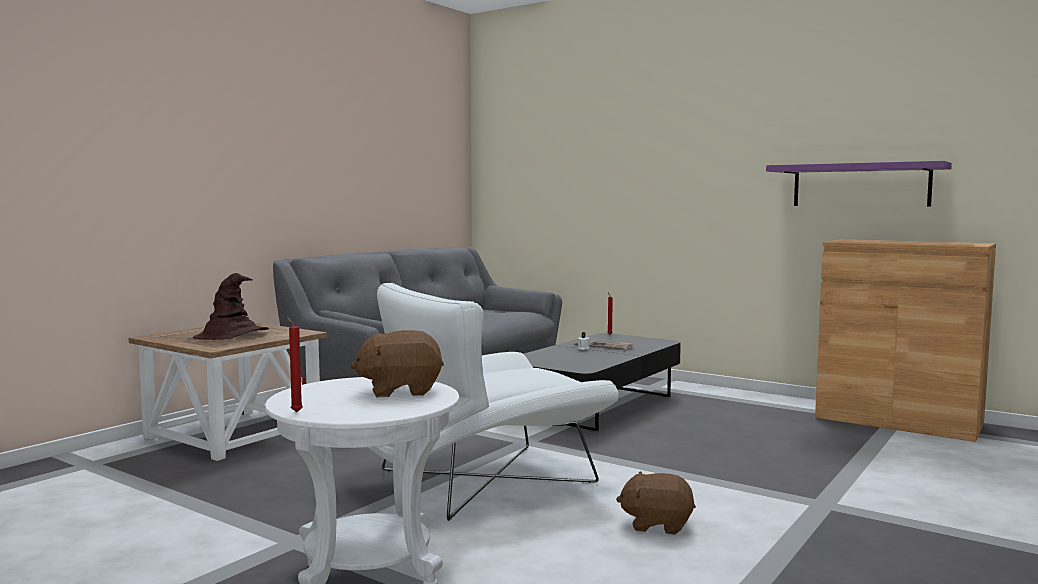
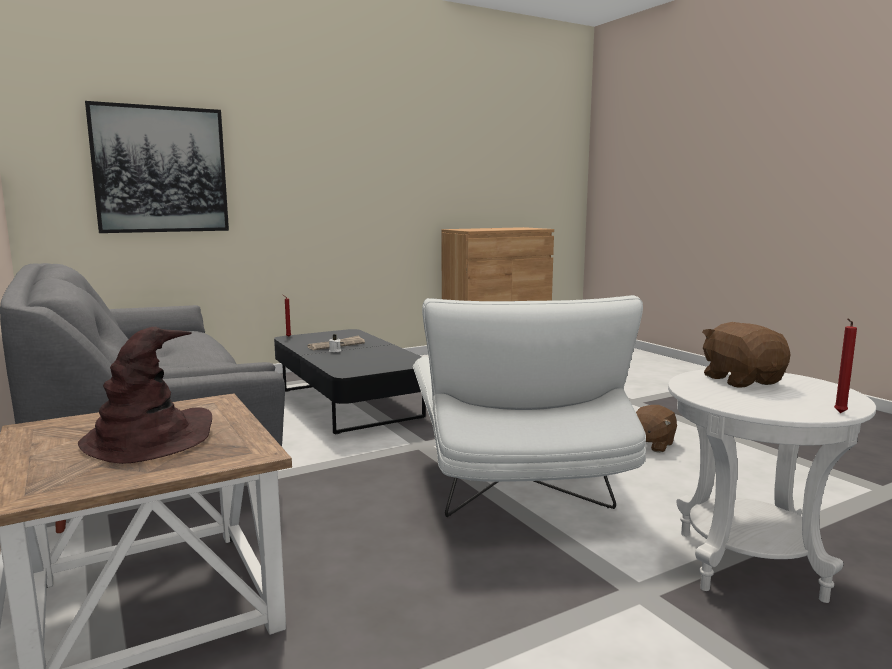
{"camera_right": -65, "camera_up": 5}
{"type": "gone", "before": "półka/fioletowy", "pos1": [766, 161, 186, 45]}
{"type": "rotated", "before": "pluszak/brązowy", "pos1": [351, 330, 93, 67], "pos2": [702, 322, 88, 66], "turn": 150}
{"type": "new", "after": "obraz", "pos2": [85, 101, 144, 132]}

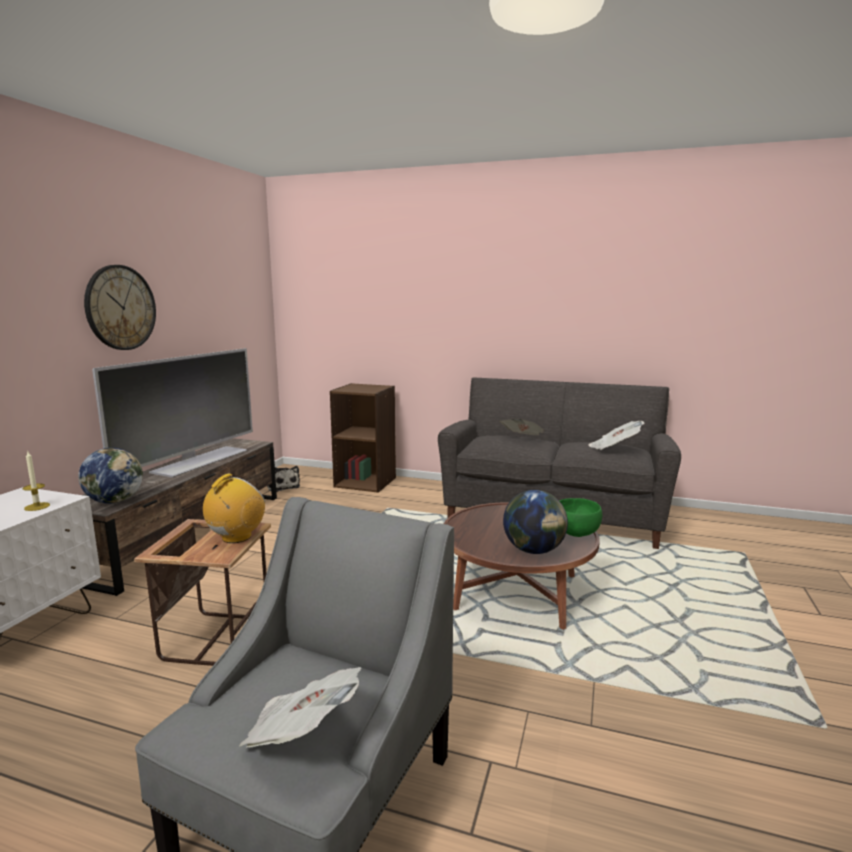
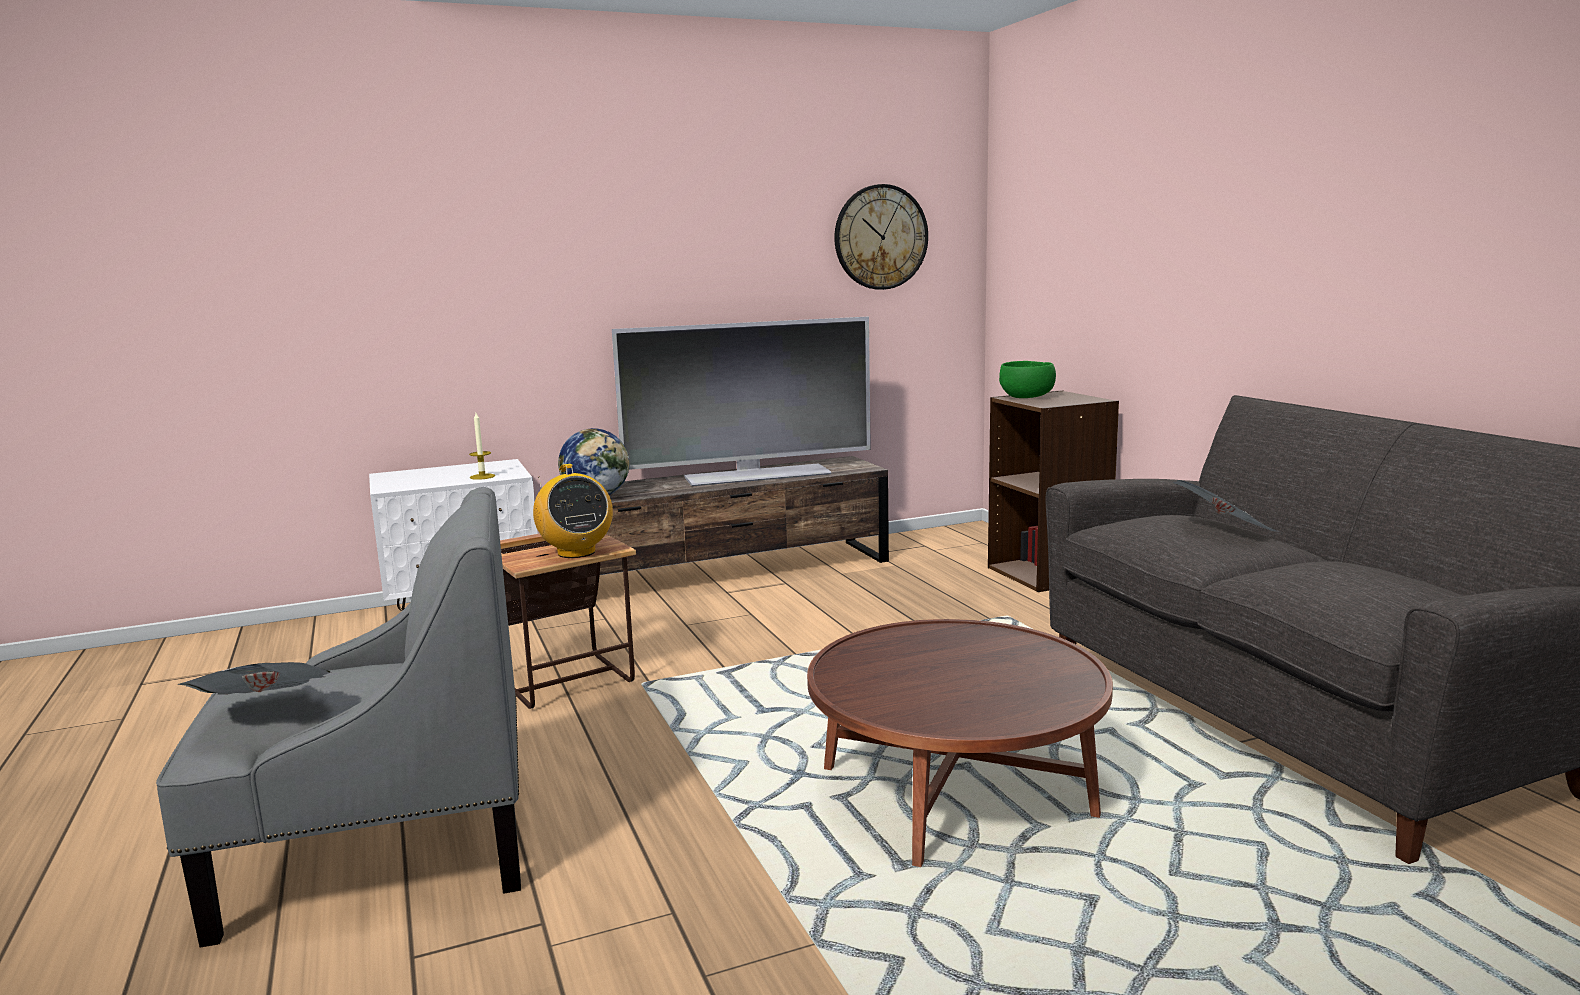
{"camera_right": 50, "camera_up": 0}
{"type": "shifted", "before": "zegar ścienny", "pos1": [84, 265, 72, 85], "pos2": [834, 184, 94, 106]}
{"type": "gone", "before": "gazeta", "pos1": [588, 421, 57, 29]}
{"type": "gone", "before": "pluszak", "pos1": [267, 466, 33, 26]}
{"type": "rotated", "before": "radio", "pos1": [203, 473, 62, 70], "pos2": [533, 464, 80, 94], "turn": 75}
{"type": "gone", "before": "globus", "pos1": [503, 490, 65, 64]}
{"type": "shifted", "before": "miska/zielony", "pos1": [559, 498, 43, 39], "pos2": [999, 361, 57, 37]}

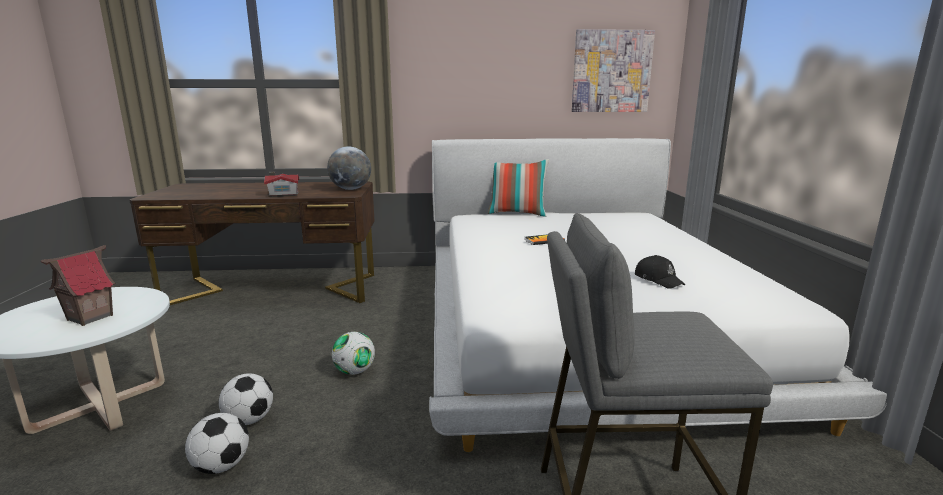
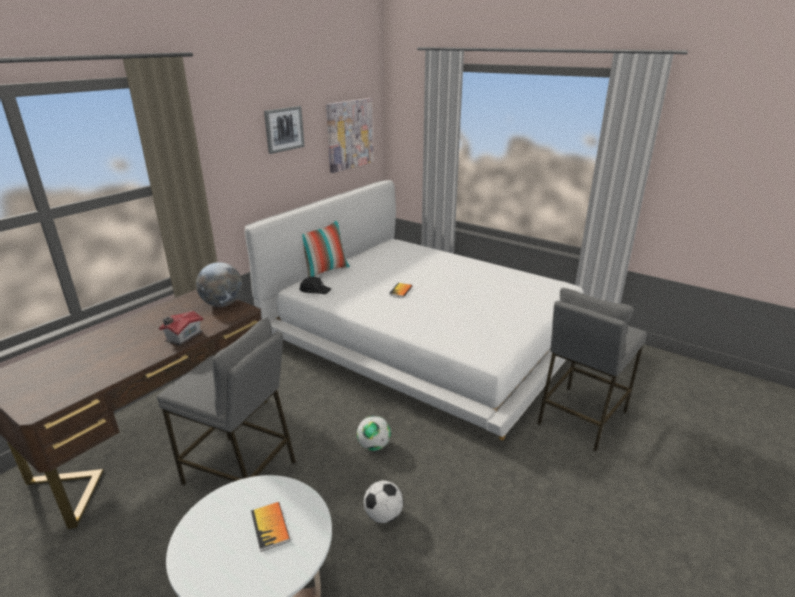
{"camera_right": -50, "camera_up": 10}
{"type": "swapped", "before": "domek", "after": "książka", "pos1": [41, 245, 75, 81], "pos2": [251, 502, 39, 50]}
{"type": "shifted", "before": "czapka z daszkiem/czarny", "pos1": [635, 255, 50, 34], "pos2": [299, 277, 33, 17]}
{"type": "gone", "before": "piłka futbolowa", "pos1": [185, 413, 64, 61]}
{"type": "new", "after": "obraz", "pos2": [264, 106, 41, 48]}
{"type": "new", "after": "stołek/szary", "pos2": [157, 318, 139, 167]}

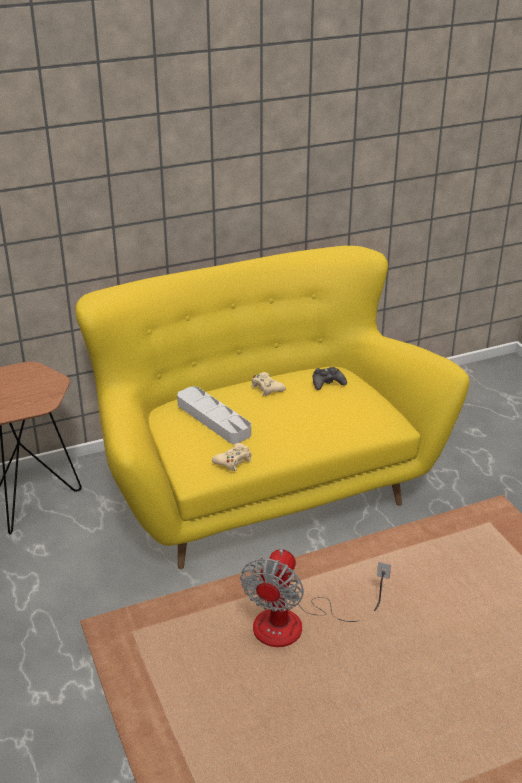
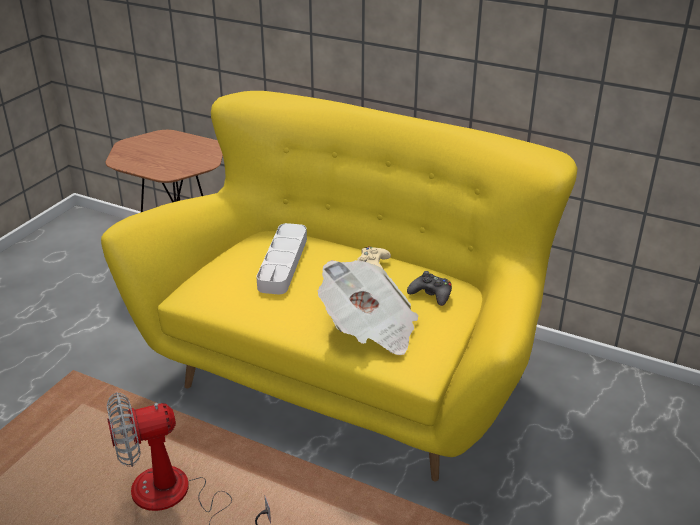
{"camera_right": 50, "camera_up": 0}
{"type": "gone", "before": "pad do gier/beżowy", "pos1": [212, 443, 39, 28]}
{"type": "new", "after": "gazeta", "pos2": [318, 260, 100, 95]}

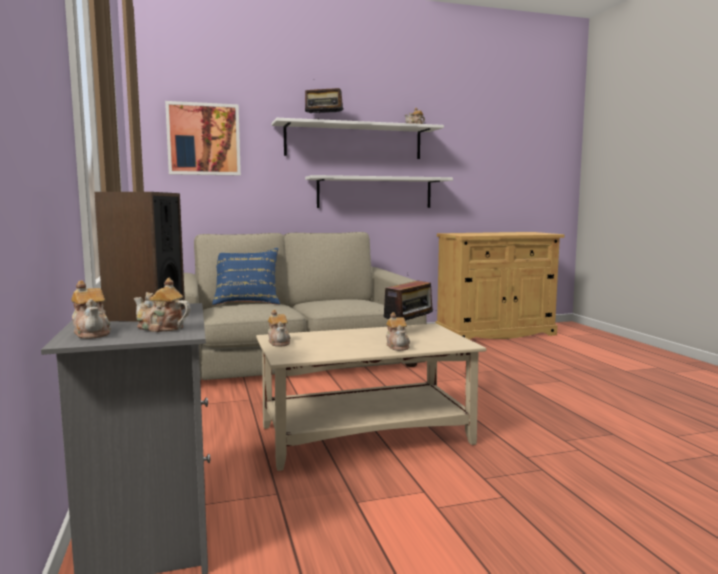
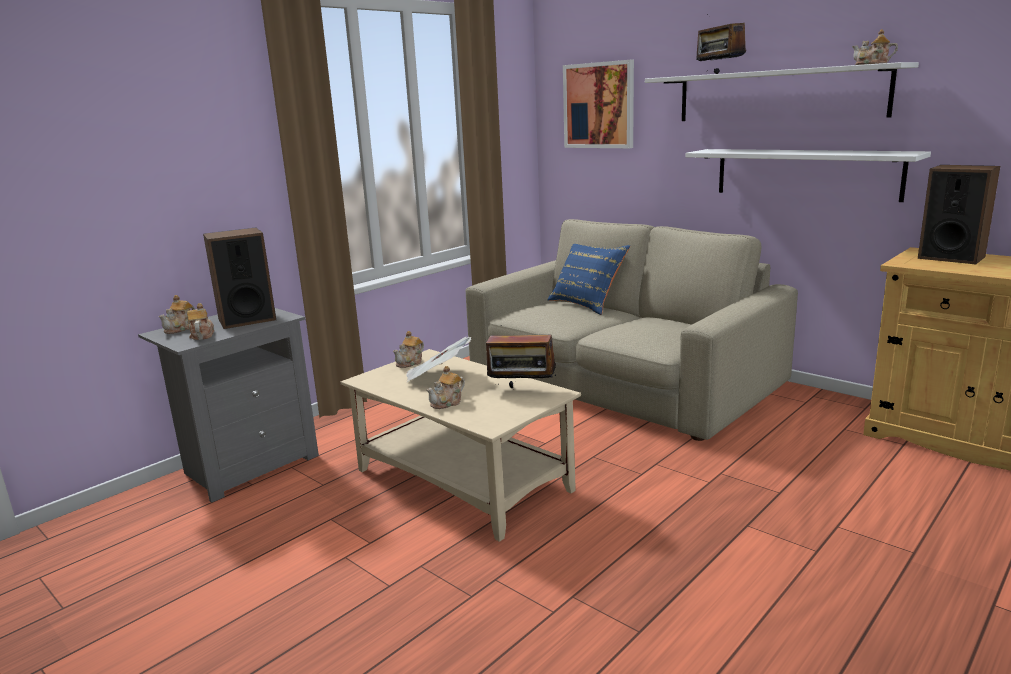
{"camera_right": 60, "camera_up": 10}
{"type": "new", "after": "głośnik", "pos2": [918, 165, 82, 99]}
{"type": "new", "after": "gazeta", "pos2": [406, 337, 65, 45]}

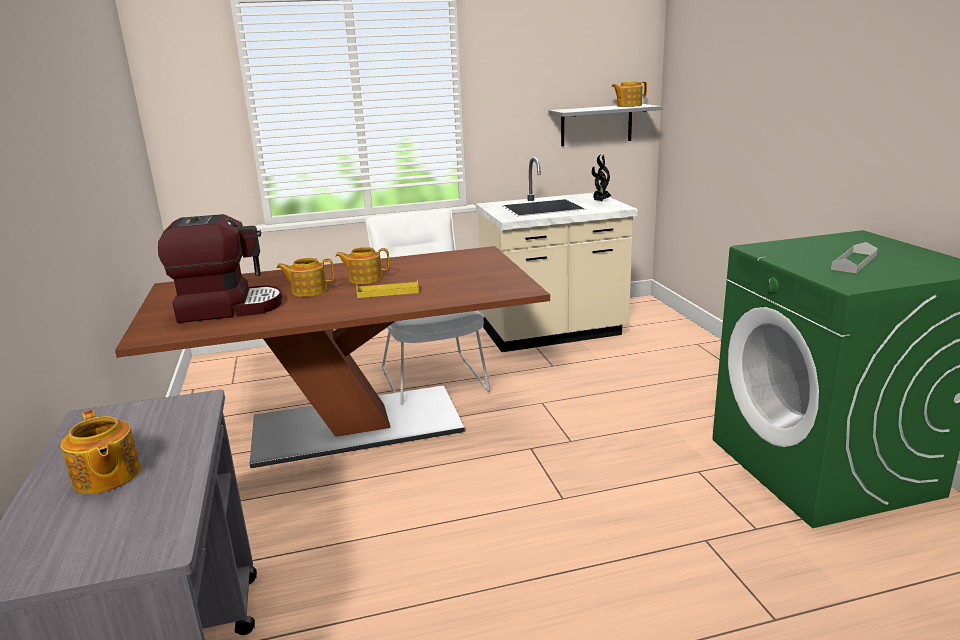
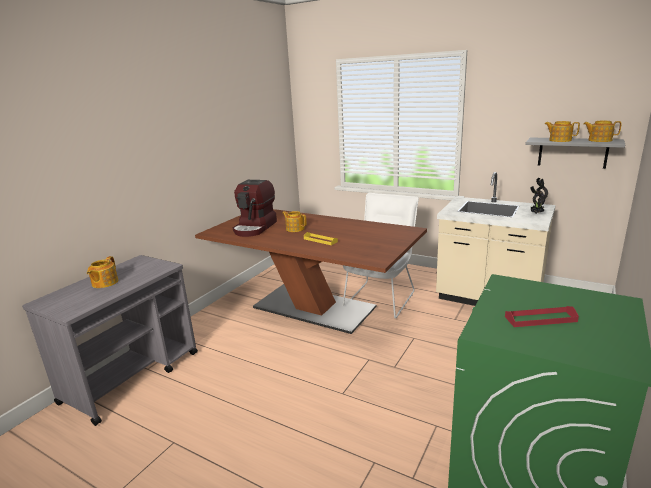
{"camera_right": 45, "camera_up": 0}
{"type": "rotated", "before": "ekspres do kawy", "pos1": [158, 214, 124, 109], "pos2": [233, 180, 44, 57], "turn": 75}
{"type": "repainted", "before": "taca/szary", "after": "taca/czerwony", "pos1": [831, 242, 47, 31], "pos2": [505, 306, 74, 21]}
{"type": "shifted", "before": "imbryk", "pos1": [335, 247, 55, 37], "pos2": [545, 121, 35, 21]}

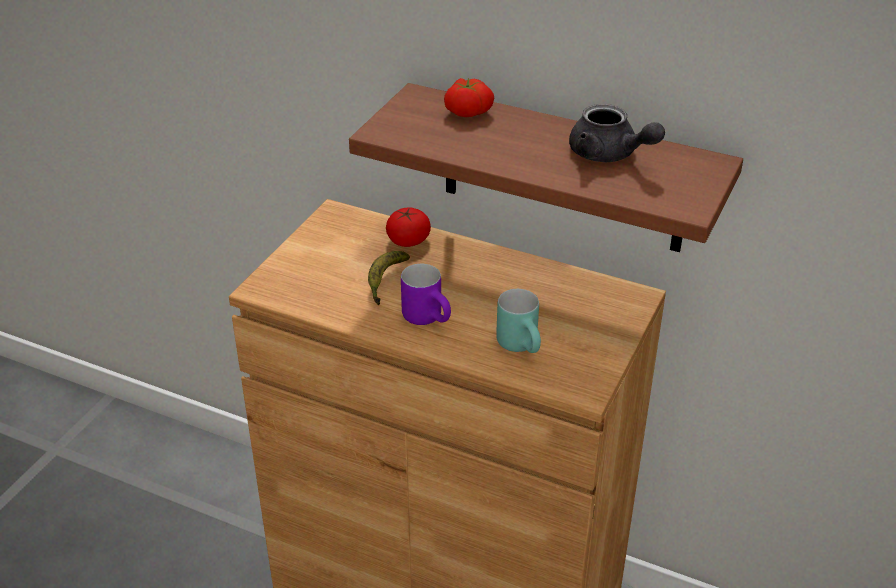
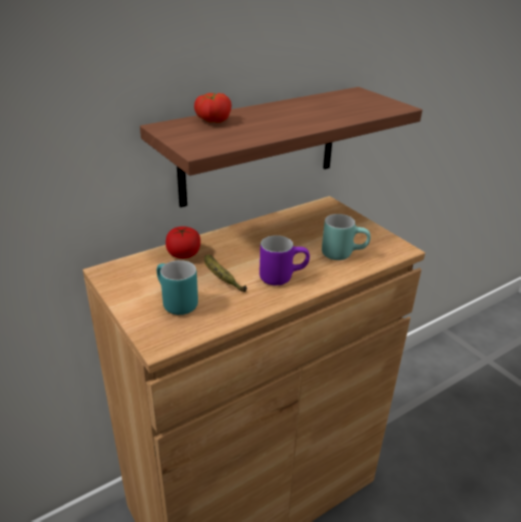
{"camera_right": -60, "camera_up": -5}
{"type": "gone", "before": "imbryk/szary", "pos1": [569, 104, 96, 58]}
{"type": "new", "after": "kubek/turkusowy", "pos2": [157, 260, 41, 55]}

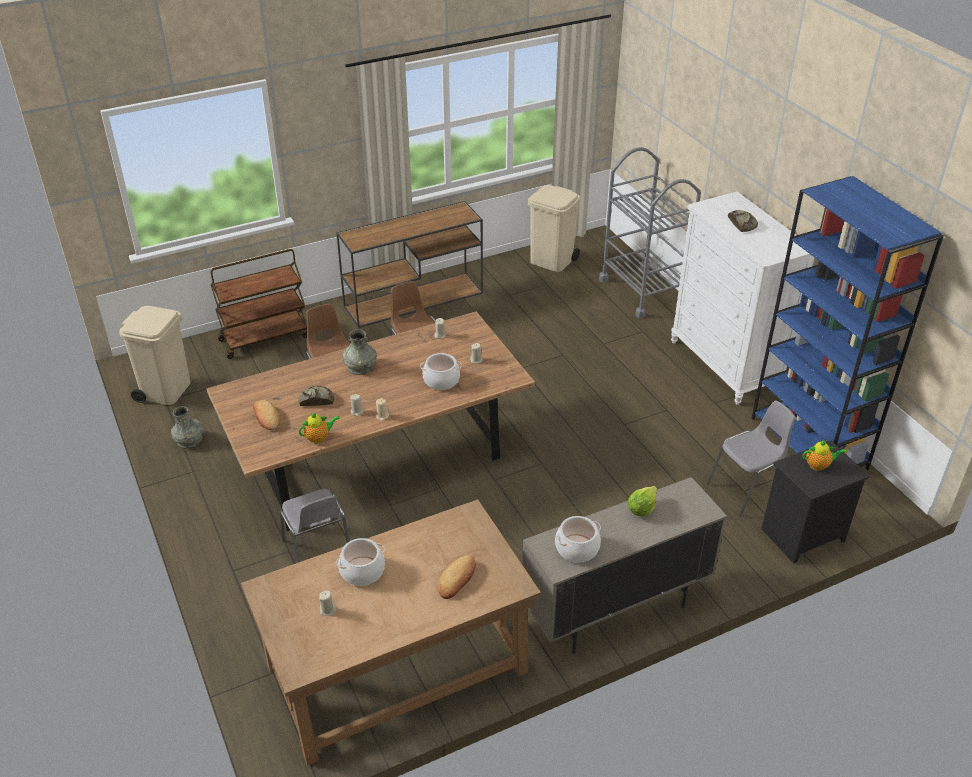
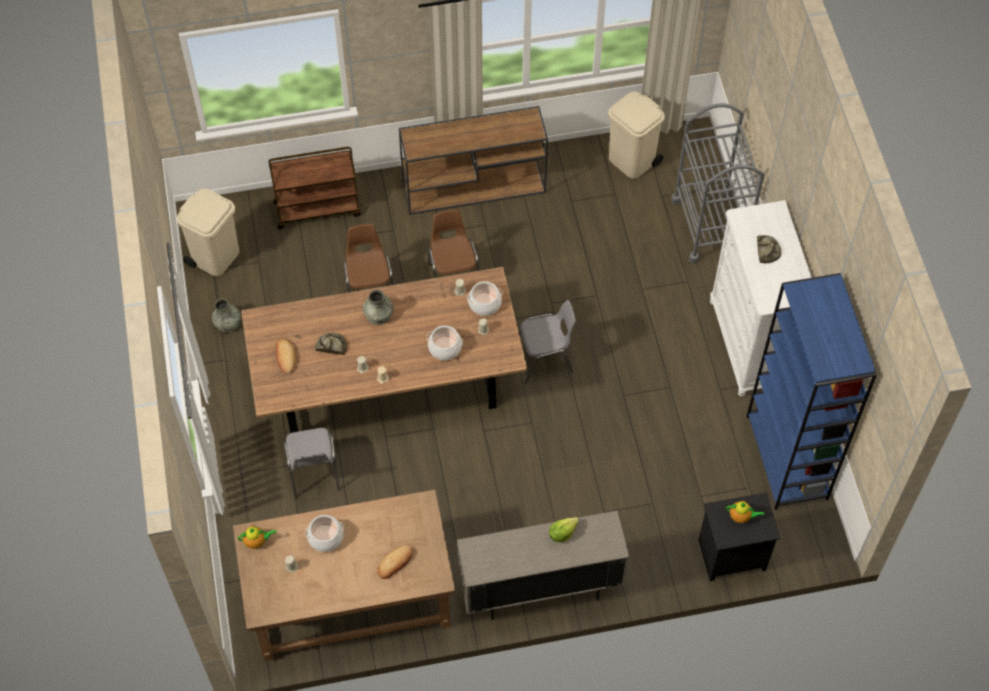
{"camera_right": 15, "camera_up": 20}
{"type": "shifted", "before": "krzesło/szary", "pos1": [707, 400, 89, 117], "pos2": [519, 300, 57, 84]}
{"type": "shifted", "before": "imbryk", "pos1": [299, 413, 41, 30], "pos2": [238, 525, 38, 24]}
{"type": "shifted", "before": "garnek", "pos1": [555, 516, 46, 47], "pos2": [467, 281, 36, 35]}

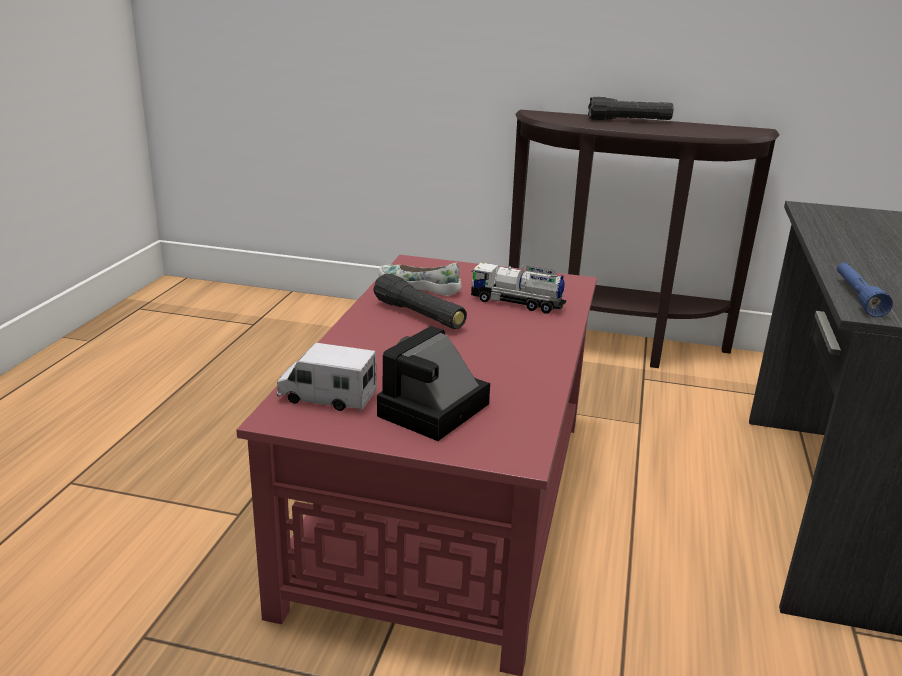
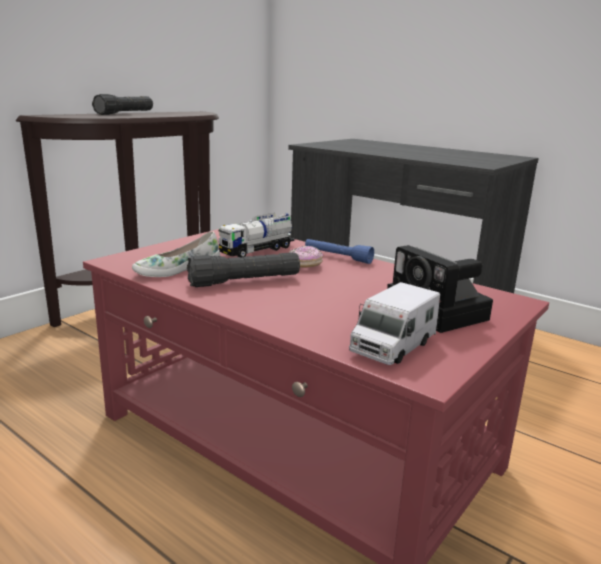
{"camera_right": -65, "camera_up": -5}
{"type": "shifted", "before": "latarka/niebieski", "pos1": [837, 262, 56, 55], "pos2": [305, 239, 69, 25]}
{"type": "new", "after": "donut", "pos2": [289, 246, 34, 22]}

